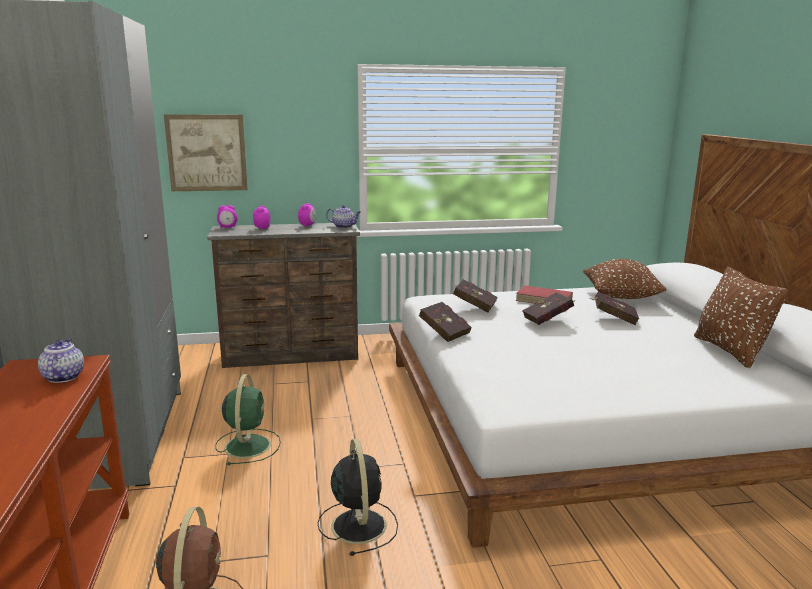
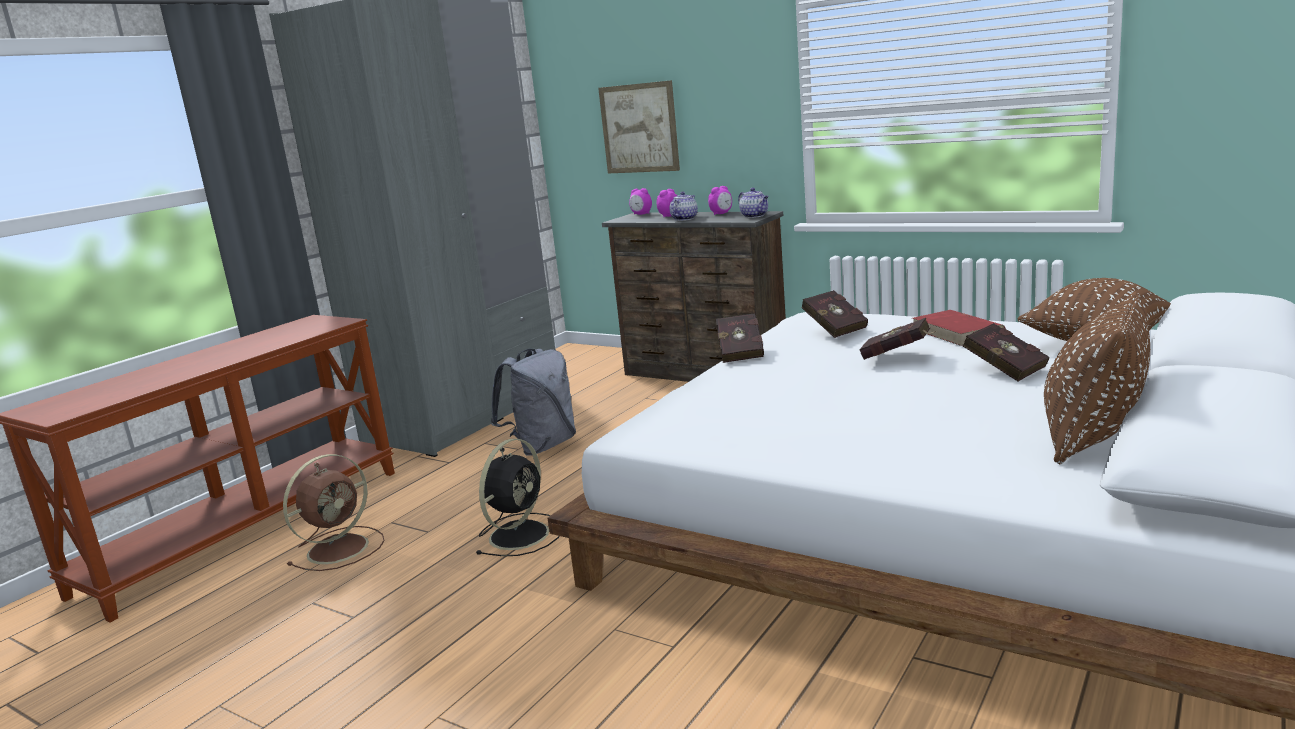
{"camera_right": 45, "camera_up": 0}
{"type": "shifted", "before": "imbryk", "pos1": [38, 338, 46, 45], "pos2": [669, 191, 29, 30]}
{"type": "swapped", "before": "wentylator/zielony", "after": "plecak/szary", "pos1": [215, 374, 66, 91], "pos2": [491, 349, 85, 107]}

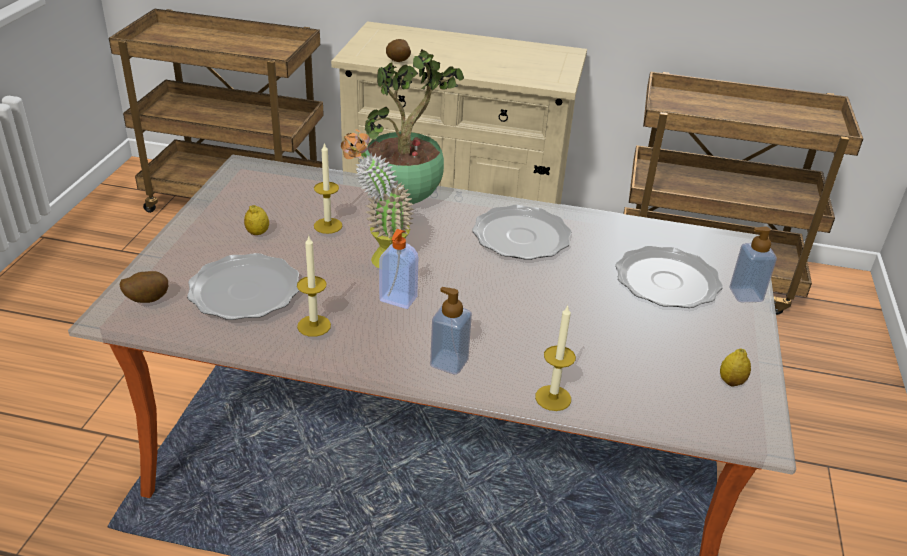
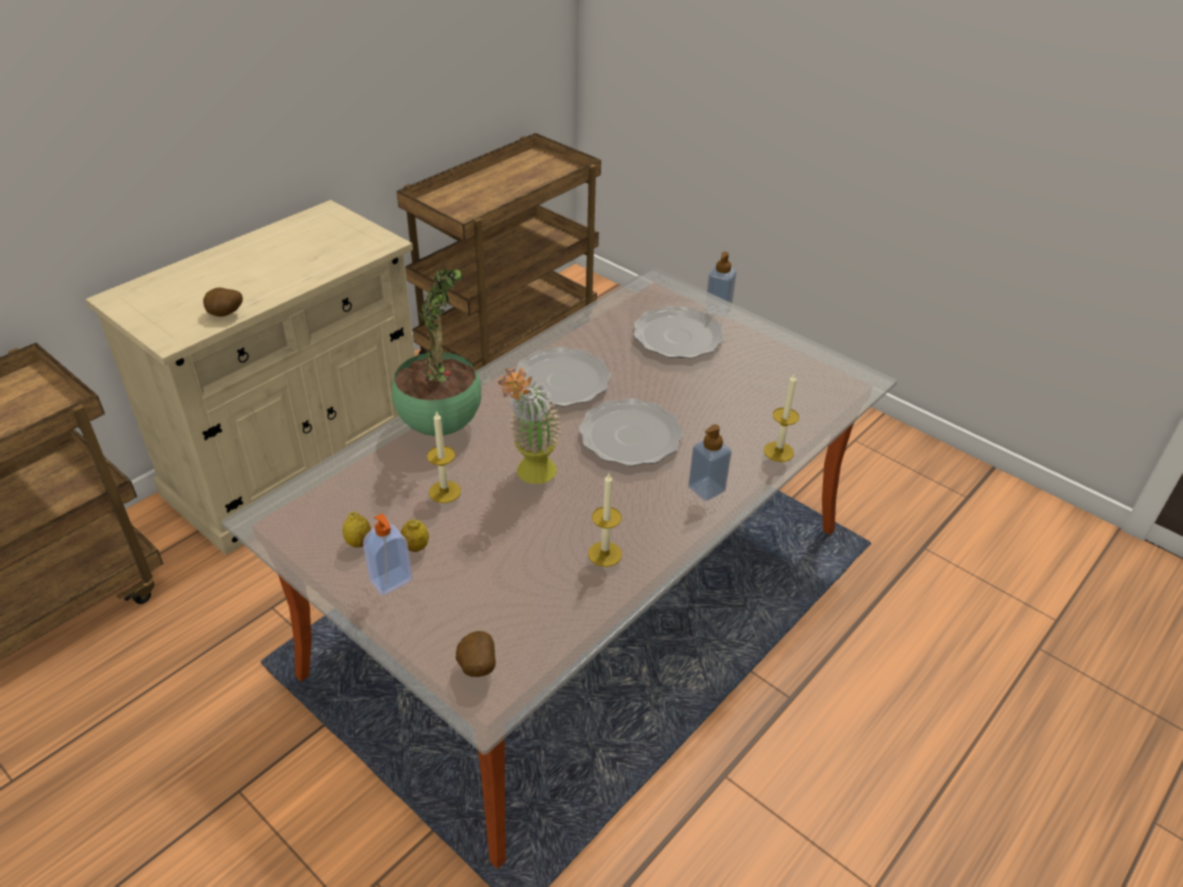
{"camera_right": -60, "camera_up": 5}
{"type": "shifted", "before": "dozownik mydła", "pos1": [379, 229, 40, 80], "pos2": [363, 513, 50, 82]}
{"type": "shifted", "before": "talerz", "pos1": [187, 253, 112, 67], "pos2": [578, 398, 105, 68]}
{"type": "shifted", "before": "cytryna", "pos1": [720, 348, 31, 39], "pos2": [343, 511, 28, 36]}

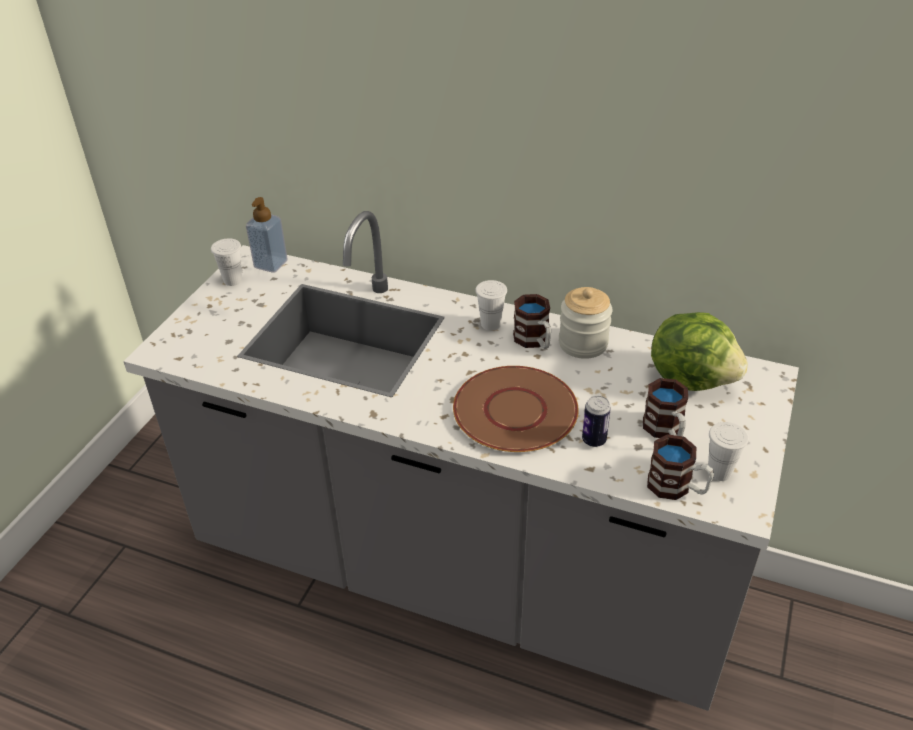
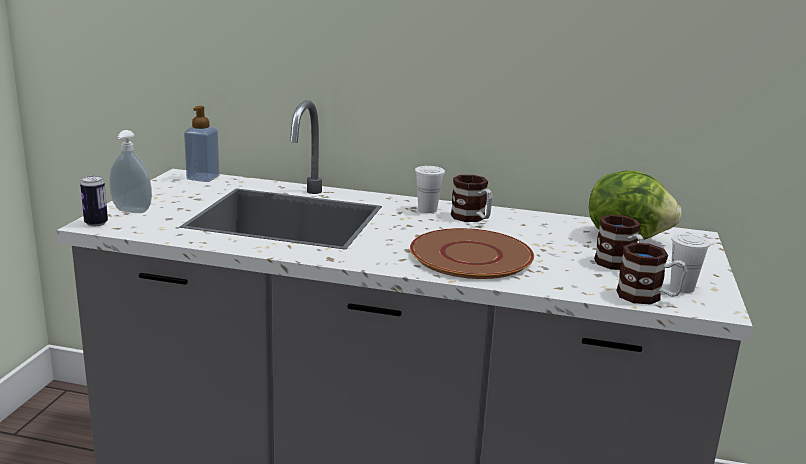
{"camera_right": -10, "camera_up": -20}
{"type": "gone", "before": "filiżanka/biały", "pos1": [211, 238, 31, 48]}
{"type": "gone", "before": "słoik", "pos1": [559, 287, 53, 72]}
{"type": "shifted", "before": "puszka", "pos1": [582, 396, 29, 51], "pos2": [80, 176, 28, 50]}
{"type": "new", "after": "dozownik mydła", "pos2": [109, 130, 43, 83]}

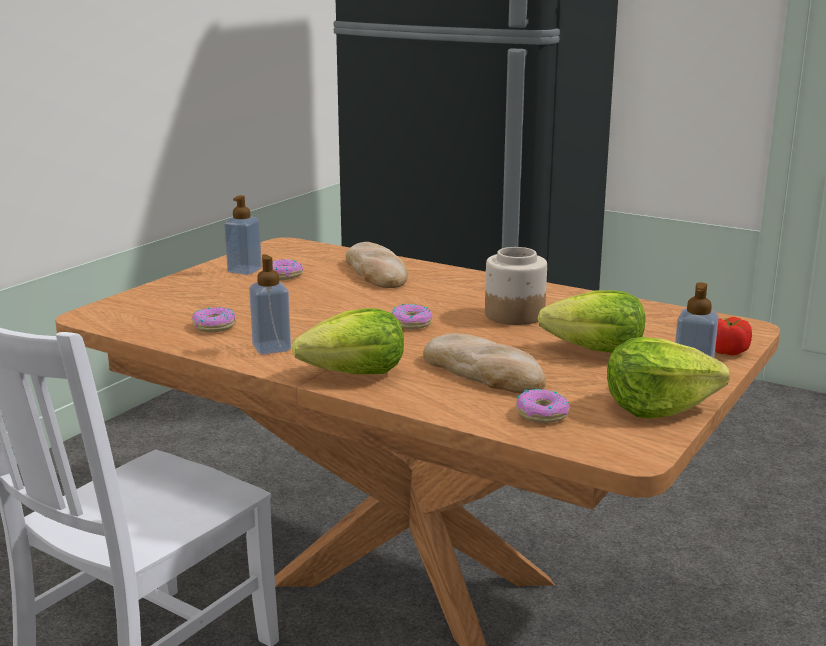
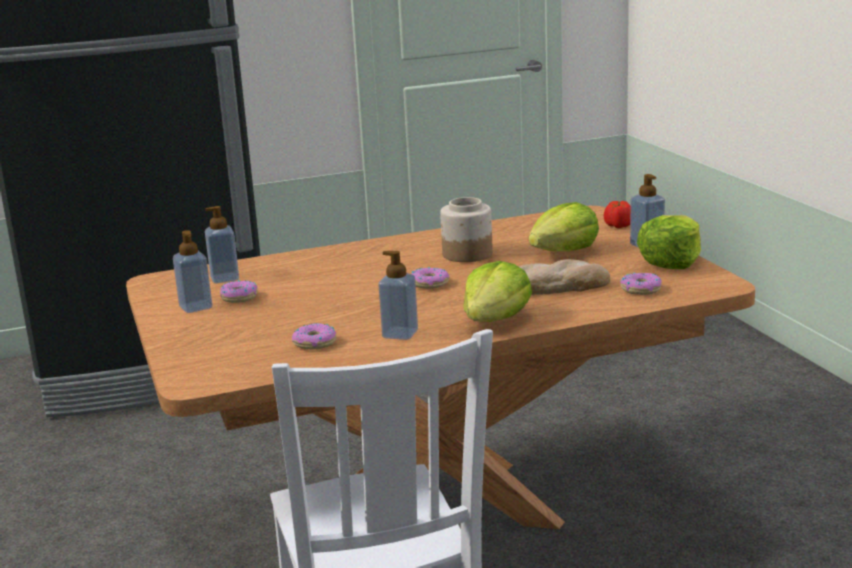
{"camera_right": -50, "camera_up": 0}
{"type": "gone", "before": "chleb", "pos1": [345, 242, 63, 46]}
{"type": "new", "after": "dozownik mydła", "pos2": [205, 206, 34, 77]}

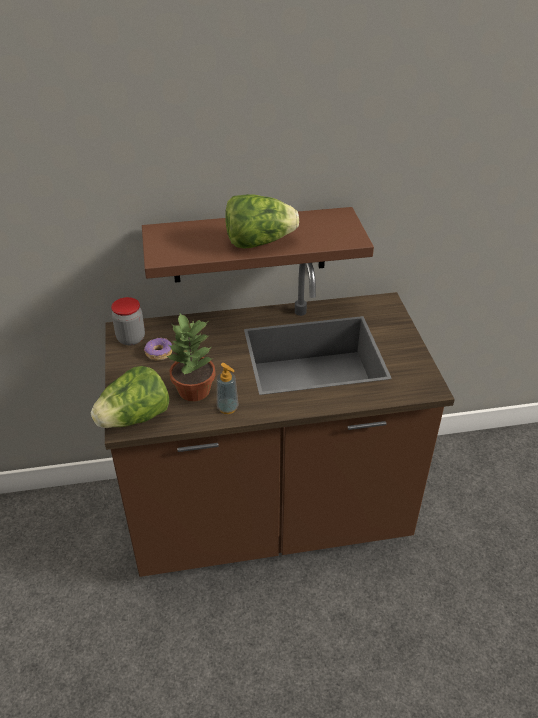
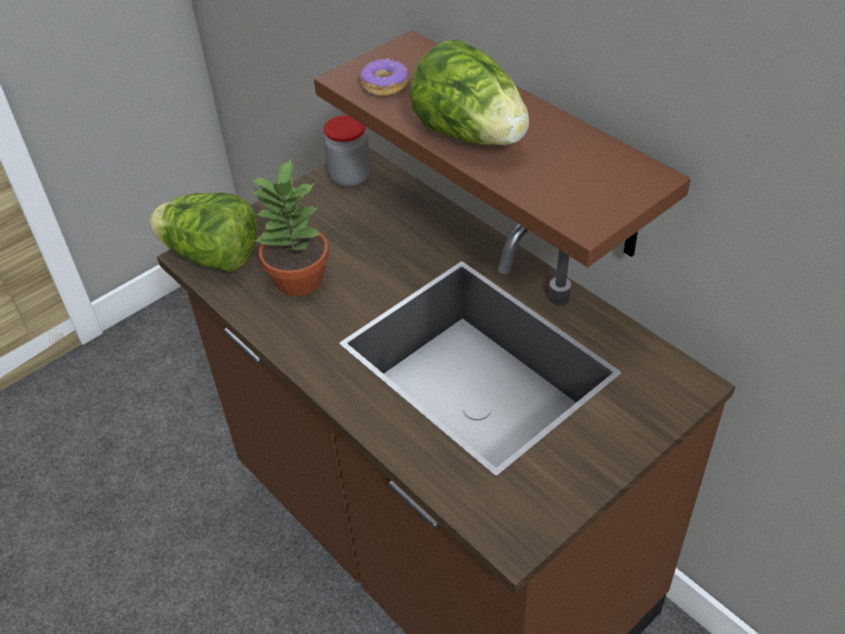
{"camera_right": 60, "camera_up": 5}
{"type": "shifted", "before": "donut", "pos1": [144, 337, 28, 24], "pos2": [360, 59, 48, 37]}
{"type": "gone", "before": "dozownik mydła", "pos1": [217, 363, 22, 51]}

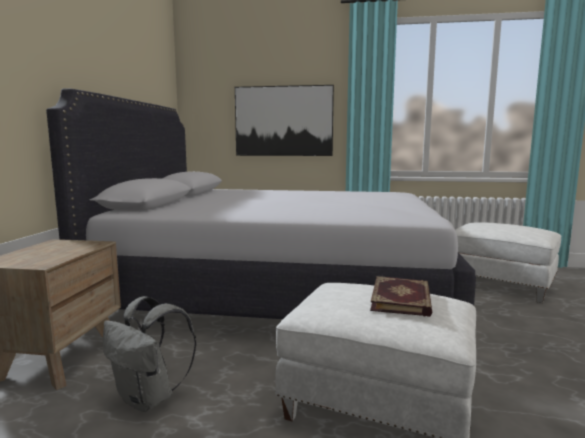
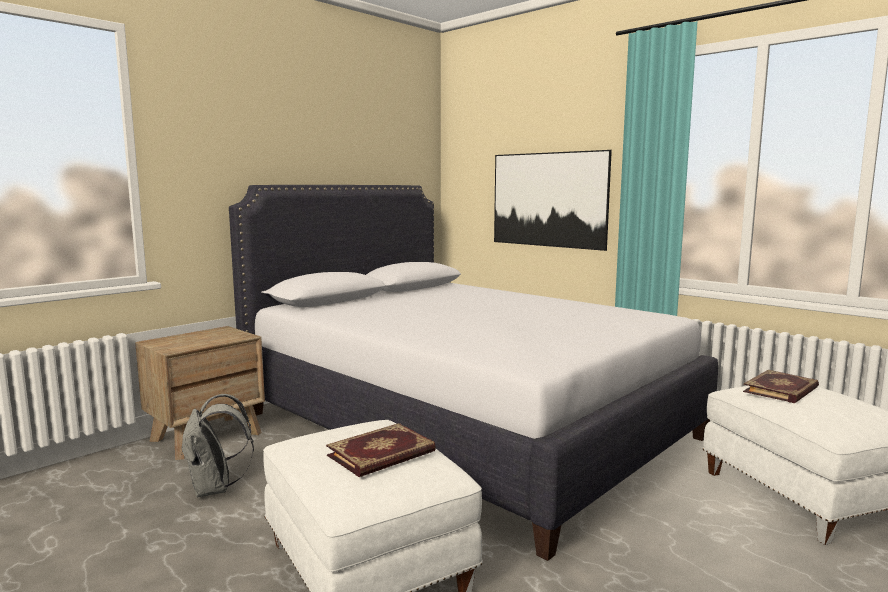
{"camera_right": 35, "camera_up": 0}
{"type": "new", "after": "książka", "pos2": [743, 370, 76, 33]}

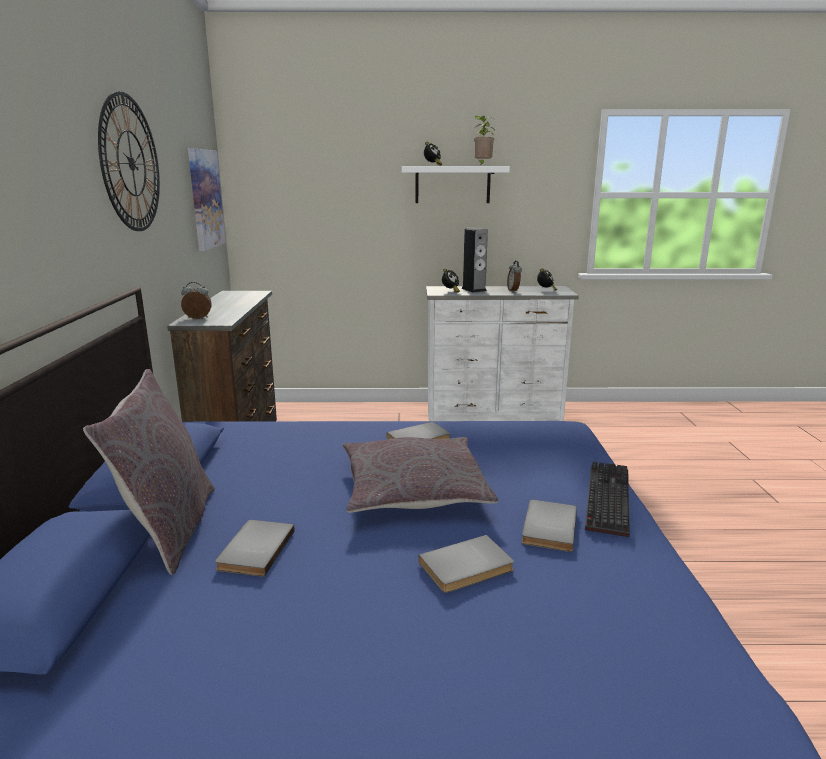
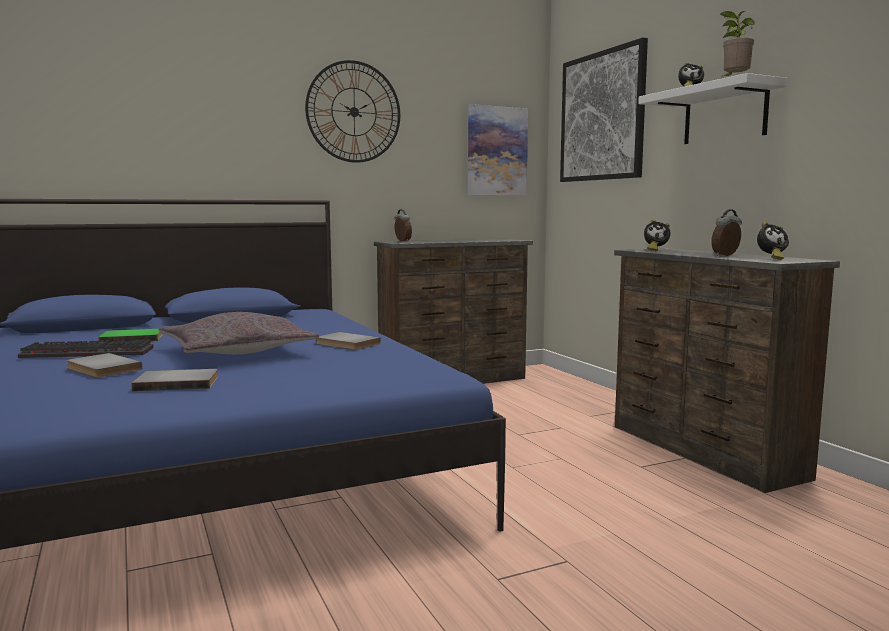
{"camera_right": 65, "camera_up": -10}
{"type": "gone", "before": "głośnik", "pos1": [461, 227, 27, 65]}
{"type": "repainted", "before": "komoda/biały", "after": "komoda/brązowy", "pos1": [426, 286, 153, 135], "pos2": [614, 248, 226, 245]}
{"type": "gone", "before": "poduszka/szary", "pos1": [83, 369, 132, 206]}
{"type": "shifted", "before": "klawiatura", "pos1": [585, 461, 45, 76], "pos2": [18, 339, 135, 19]}
{"type": "repainted", "before": "książka/szary", "after": "książka/zielony", "pos1": [215, 520, 80, 57], "pos2": [98, 329, 65, 14]}
{"type": "new", "after": "obraz", "pos2": [560, 37, 88, 145]}

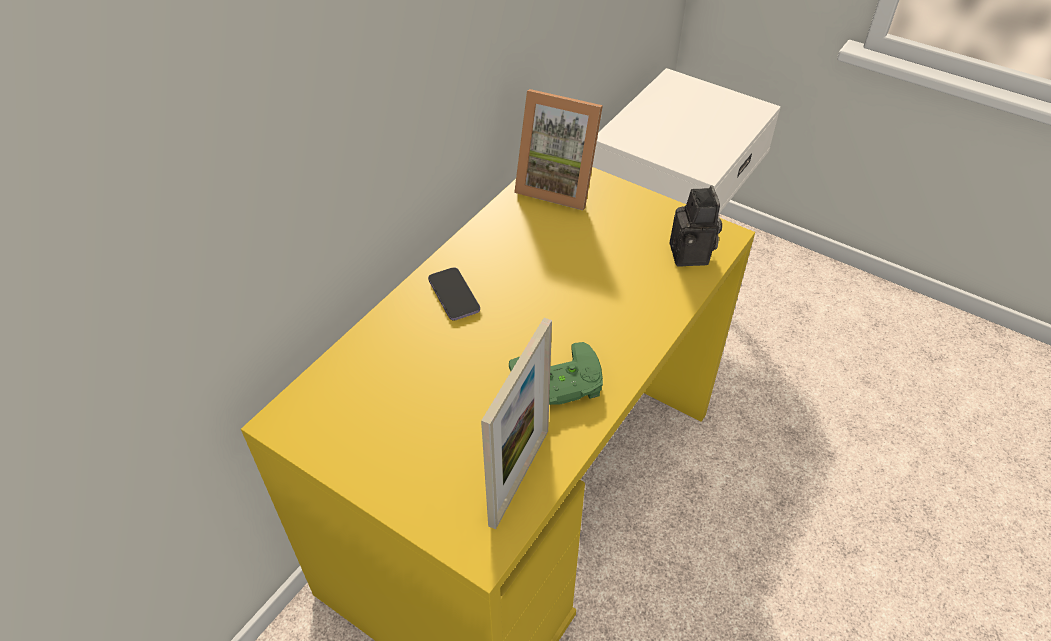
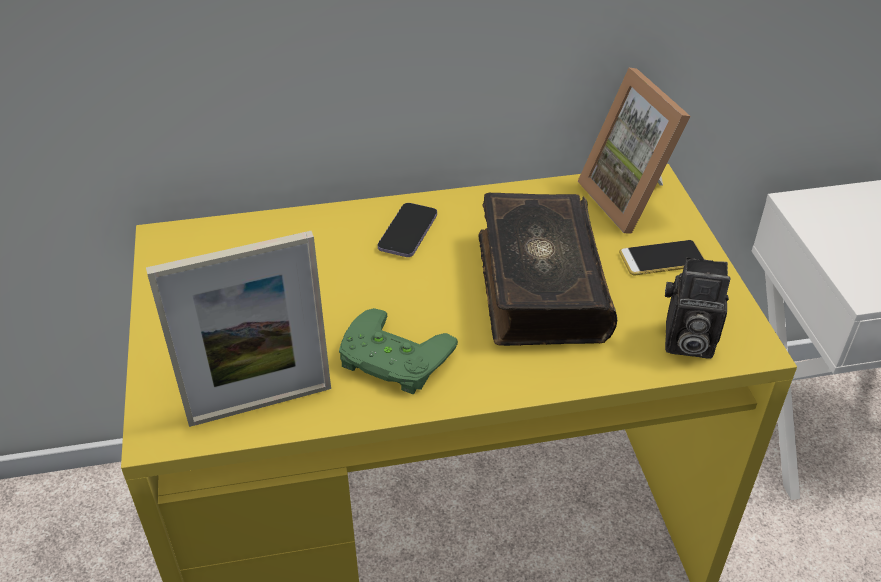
{"camera_right": 45, "camera_up": -5}
{"type": "rotated", "before": "aparat fotograficzny", "pos1": [670, 185, 52, 82], "pos2": [665, 257, 66, 102], "turn": 60}
{"type": "new", "after": "książka", "pos2": [478, 192, 139, 154]}
{"type": "new", "after": "telefon", "pos2": [619, 240, 85, 35]}

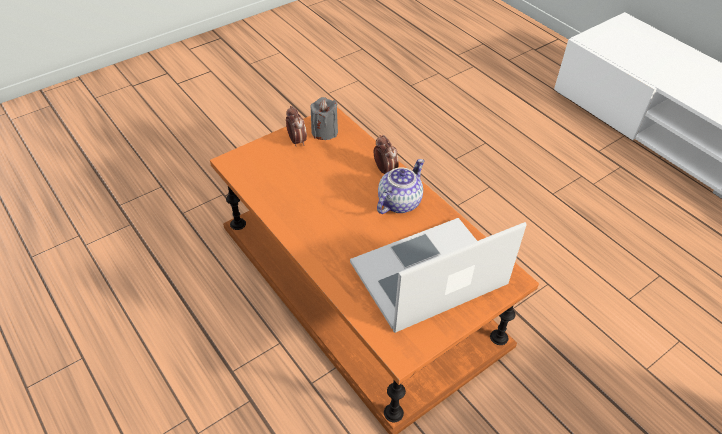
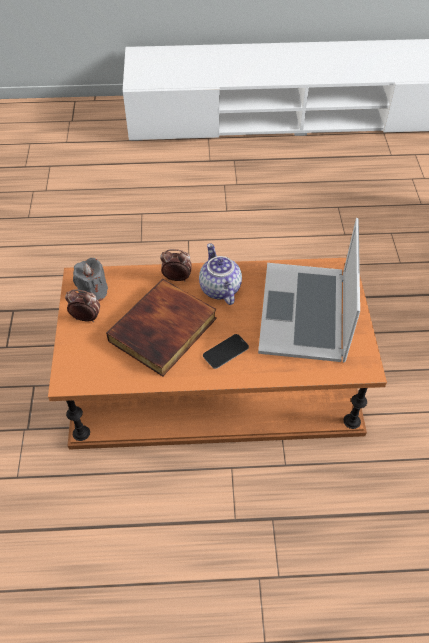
{"camera_right": -55, "camera_up": 5}
{"type": "new", "after": "książka", "pos2": [106, 279, 111, 97]}
{"type": "new", "after": "telefon", "pos2": [203, 334, 46, 35]}

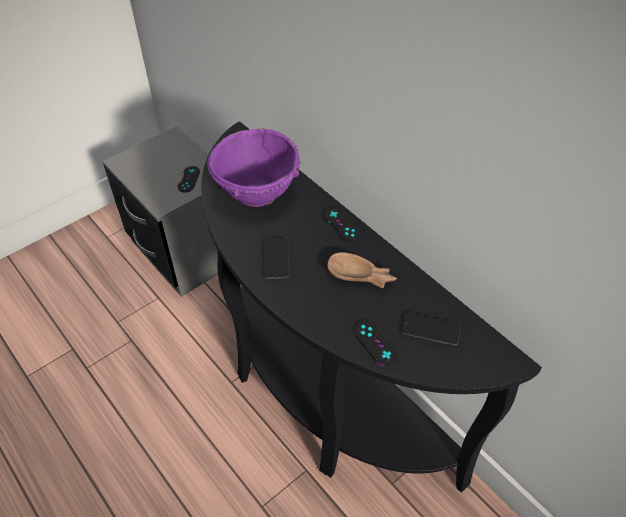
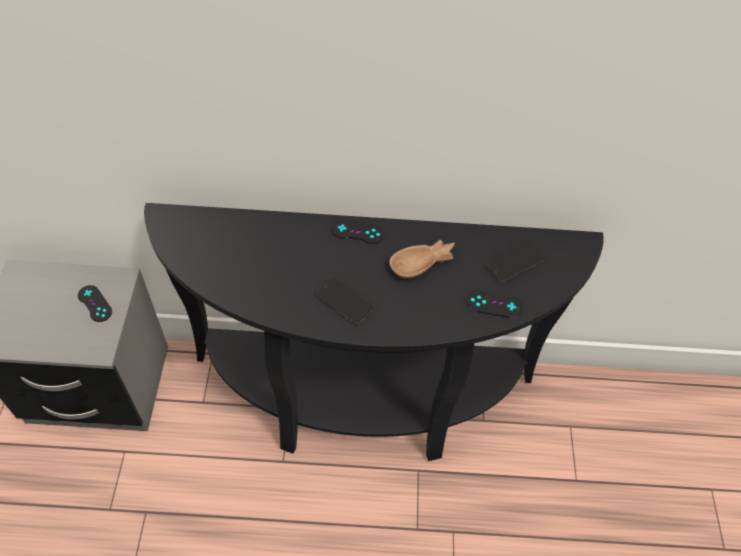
{"camera_right": -50, "camera_up": 5}
{"type": "gone", "before": "miska/fioletowy", "pos1": [207, 128, 93, 79]}

